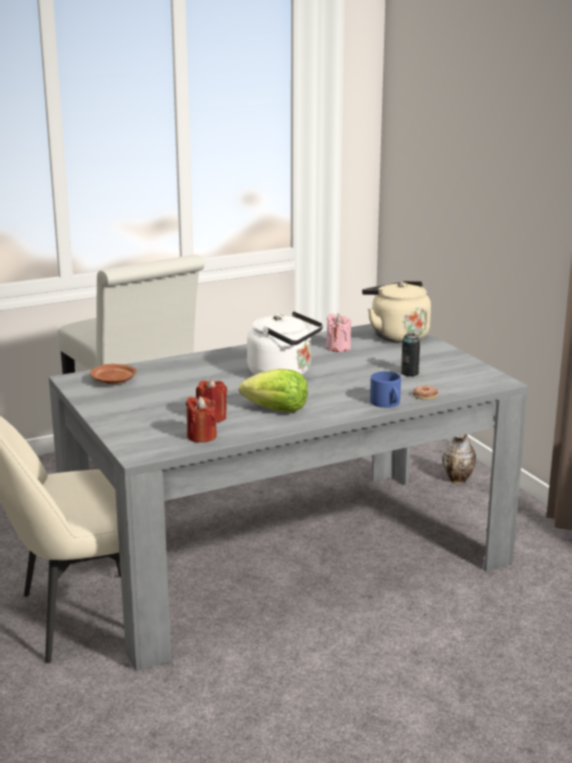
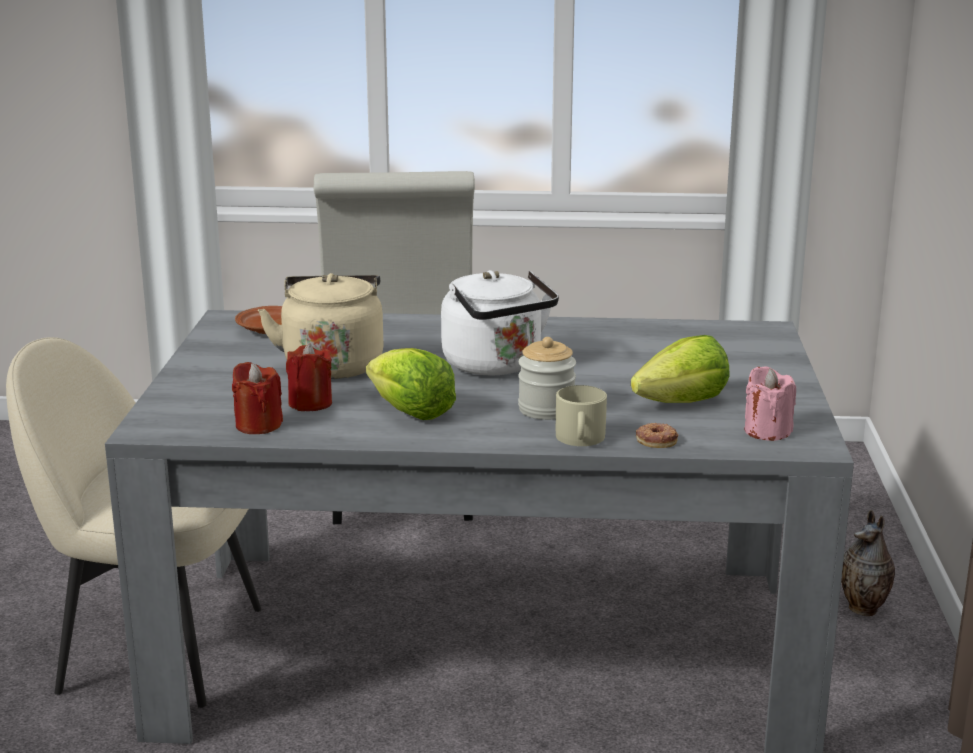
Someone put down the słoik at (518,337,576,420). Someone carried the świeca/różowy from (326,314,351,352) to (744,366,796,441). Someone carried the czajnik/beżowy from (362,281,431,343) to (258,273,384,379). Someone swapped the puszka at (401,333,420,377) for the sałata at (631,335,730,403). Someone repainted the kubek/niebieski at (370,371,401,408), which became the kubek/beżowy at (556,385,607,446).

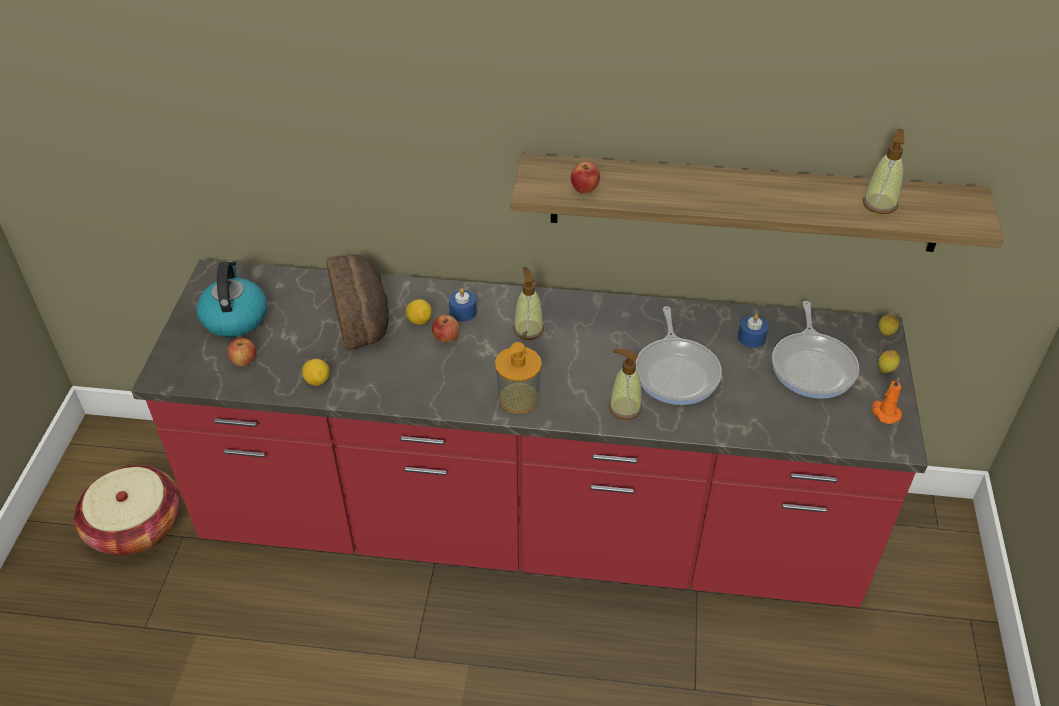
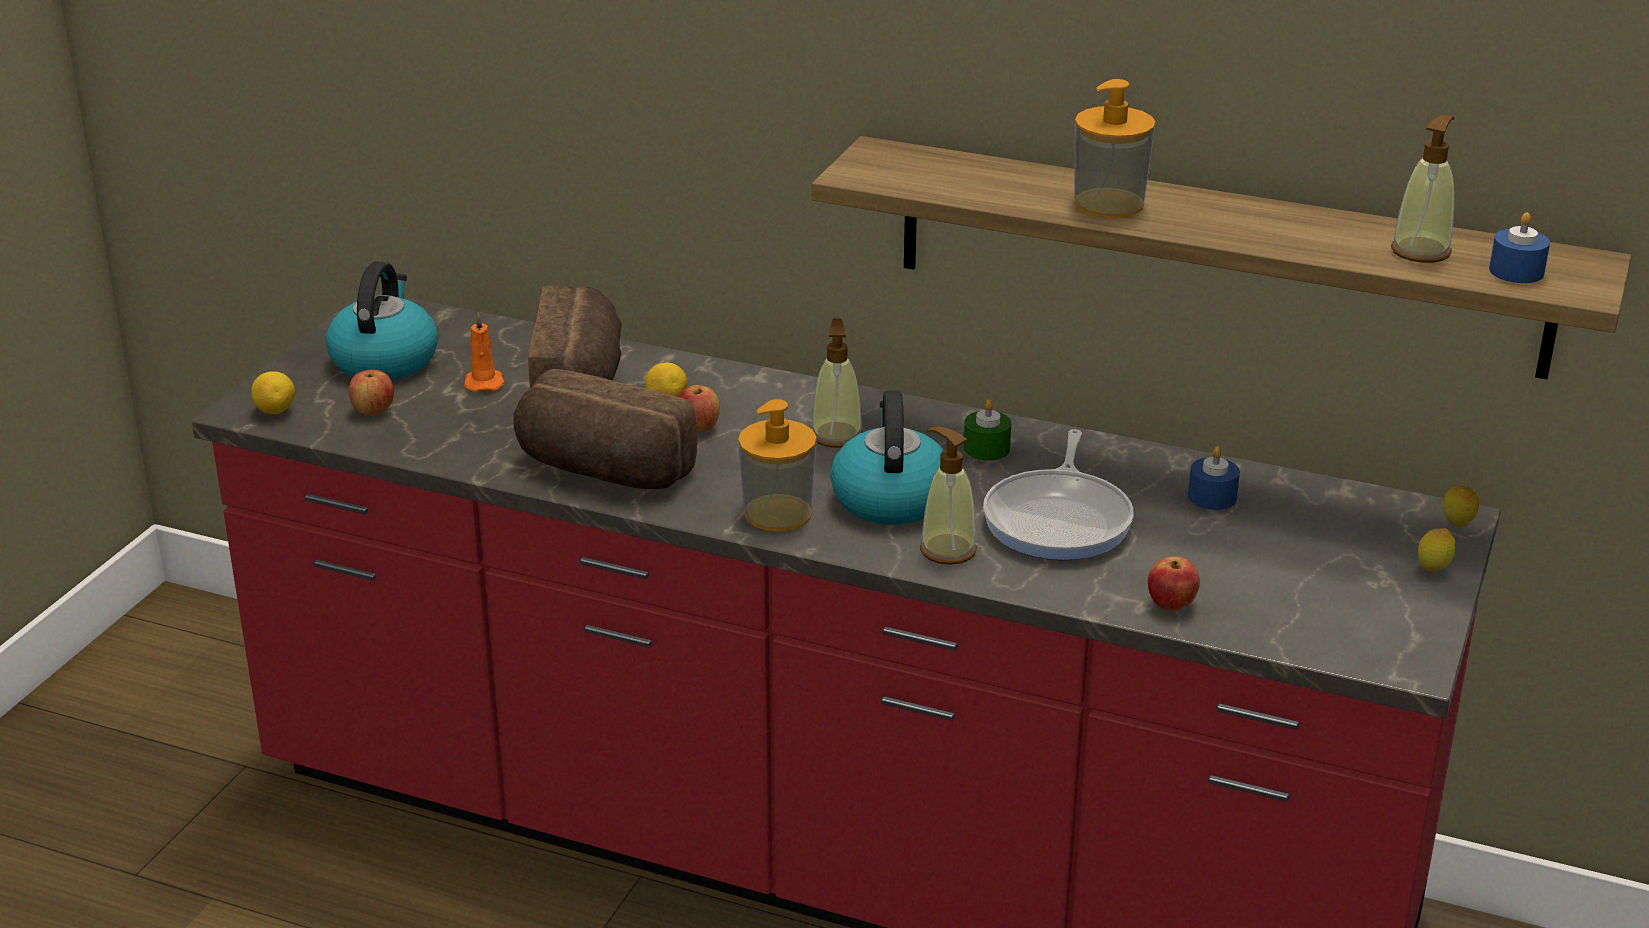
Someone took away the koszyk at (74,466,181,555). Someone took away the patelnia at (772,301,859,398). Someone put down the chleb at (513,369,697,489). Someone put down the czajnik at (830,390,944,525). Someone put down the świeca/zielony at (964,399,1012,461). Someone put down the dozownik mydła at (1074,79,1155,218). Someone carried the cytryna from (302,359,330,386) to (251,371,295,414). Someone carried the świeca/niebieski from (449,288,477,322) to (1489,212,1550,283). Someone carried the jabłko from (571,162,600,194) to (1148,556,1200,611). Someone carried the świeca/pomarańczowy from (872,377,902,424) to (464,312,505,392).

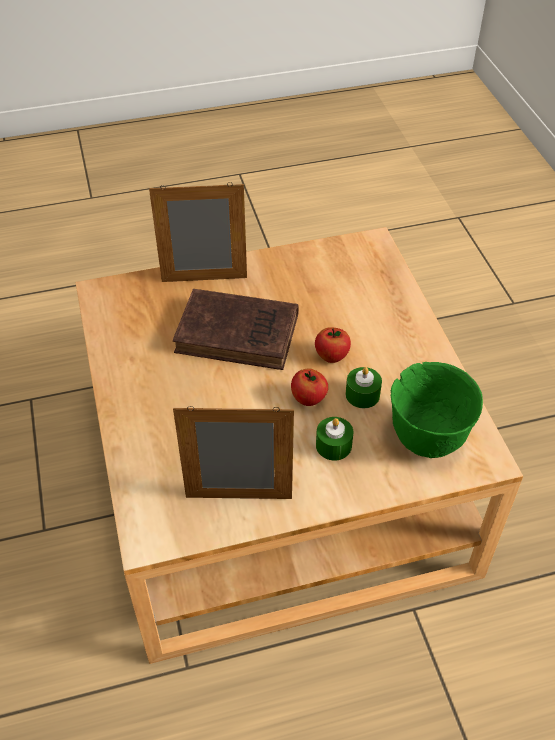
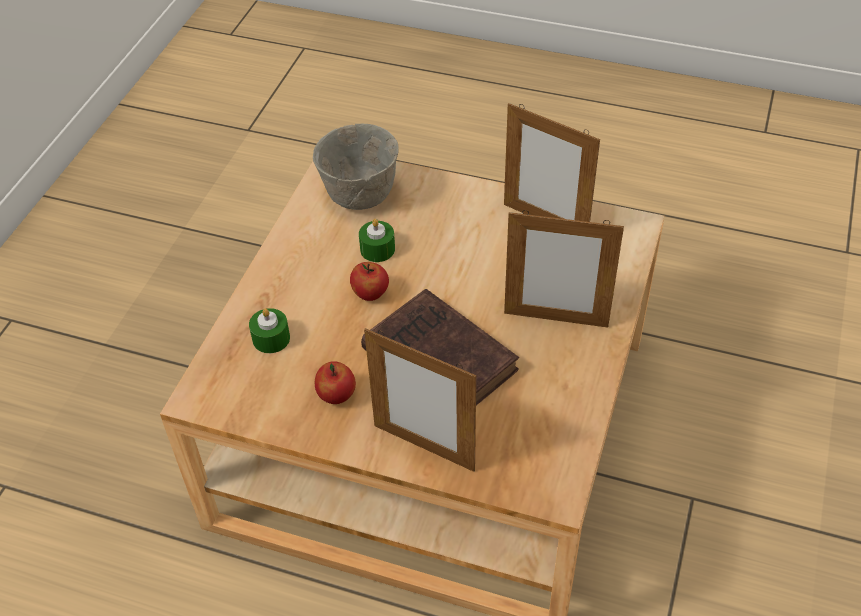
Someone put down the ramka na zdjęcie at (504,210,624,328). Someone carried the jabłko from (291,368,328,406) to (315,361,356,404). Someone carried the świeca/zielony from (316,417,353,461) to (249,308,290,353). Someone repainted the miska/zielony at (391,362,483,458), which became the miska/szary at (313,124,399,210).

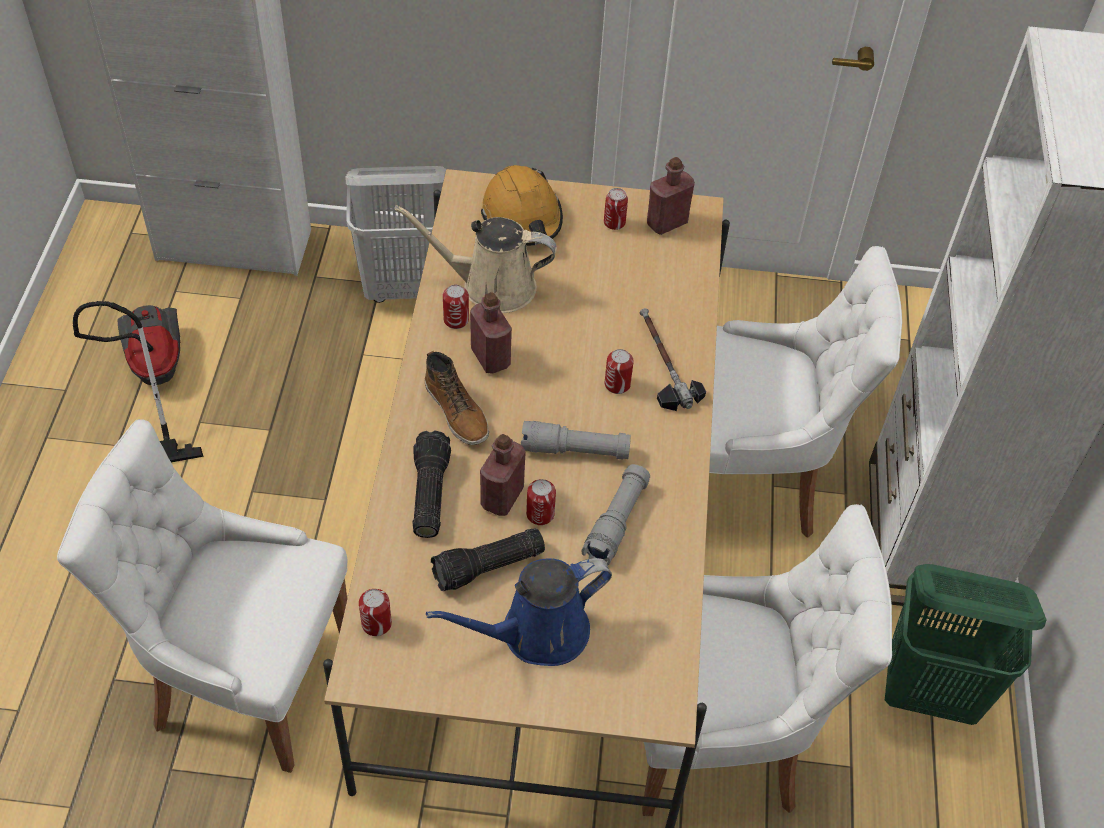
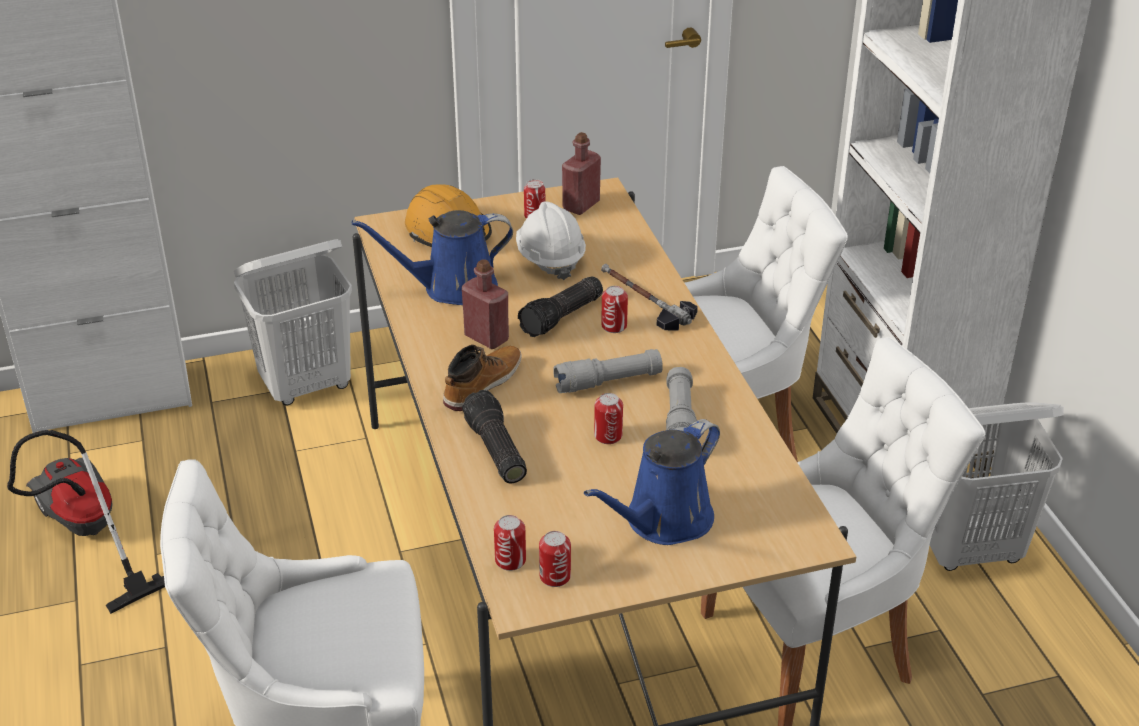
Someone took away the butelka/czerwony at (480,434,526,516). Someone put down the kask/biały at (516,202,586,280). Someone carried the latarka from (431,528,545,591) to (518,276,603,337). Someone carried the puszka from (443,285,469,329) to (539,531,571,587). Someone repainted the konewka/beżowy at (394,205,557,313), which became the konewka/niebieski at (352,210,513,305). Someone repainted the kosz na pranie/zielony at (885,564,1047,725), which became the kosz na pranie/biały at (930,402,1064,571). Someone rotated the but z cholewką at (425,351,489,445) by 90 degrees counterclockwise.

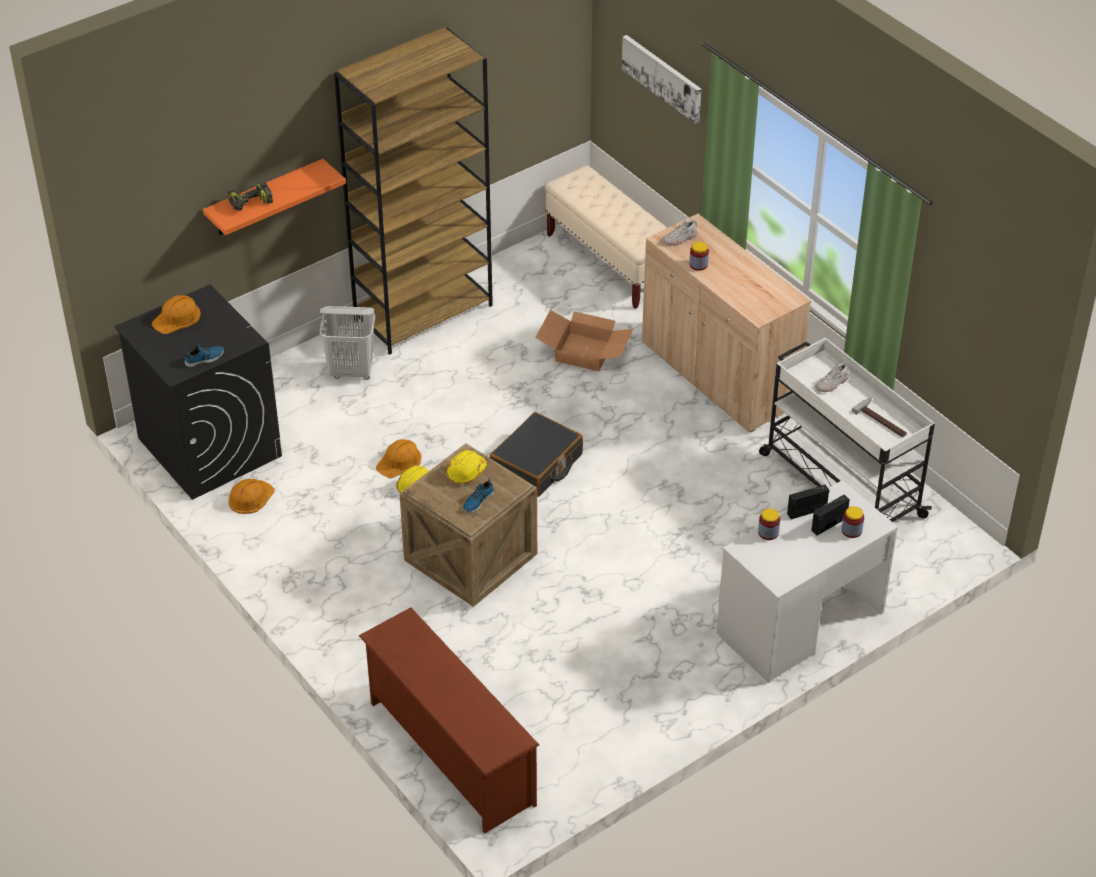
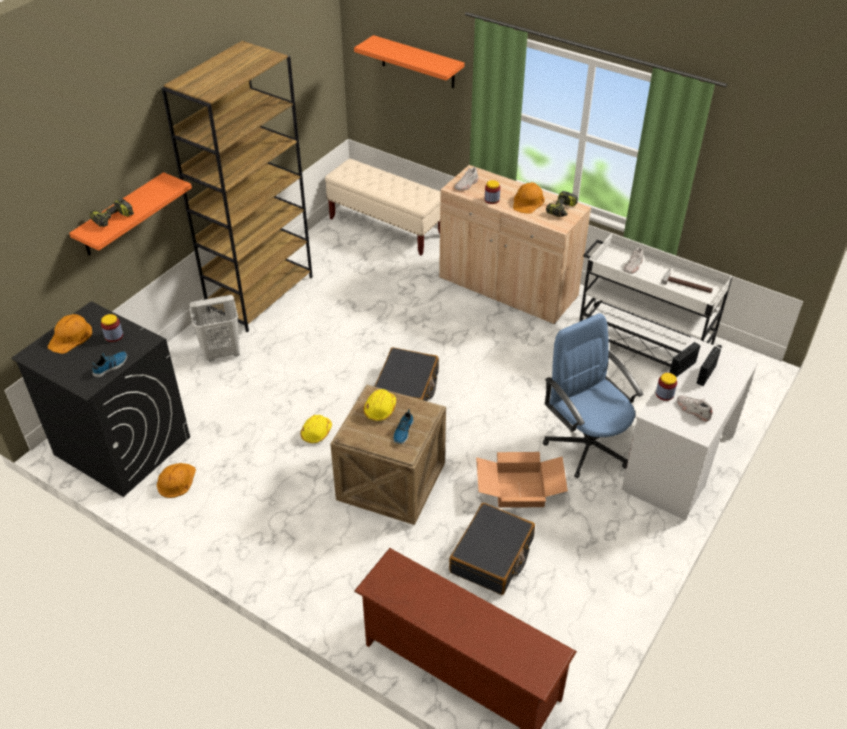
Someone put down the walizka/czarny at (449,503,535,595). Someone put down the krzesło biurowe/niebieski at (543,313,643,478). Someone put down the wiertarka at (546,191,578,217). Someone put down the but/biały at (677,395,713,422). Someone carried the kask/pomarańczowy from (376,439,422,478) to (513,182,545,214). Someone carried the karton from (535,310,633,371) to (476,452,568,508). Someone carried the słoik from (842,506,864,538) to (101,314,123,342). Someone swapped the obraz at (622,35,701,124) for the półka/pomarańczowy at (354,35,465,88).

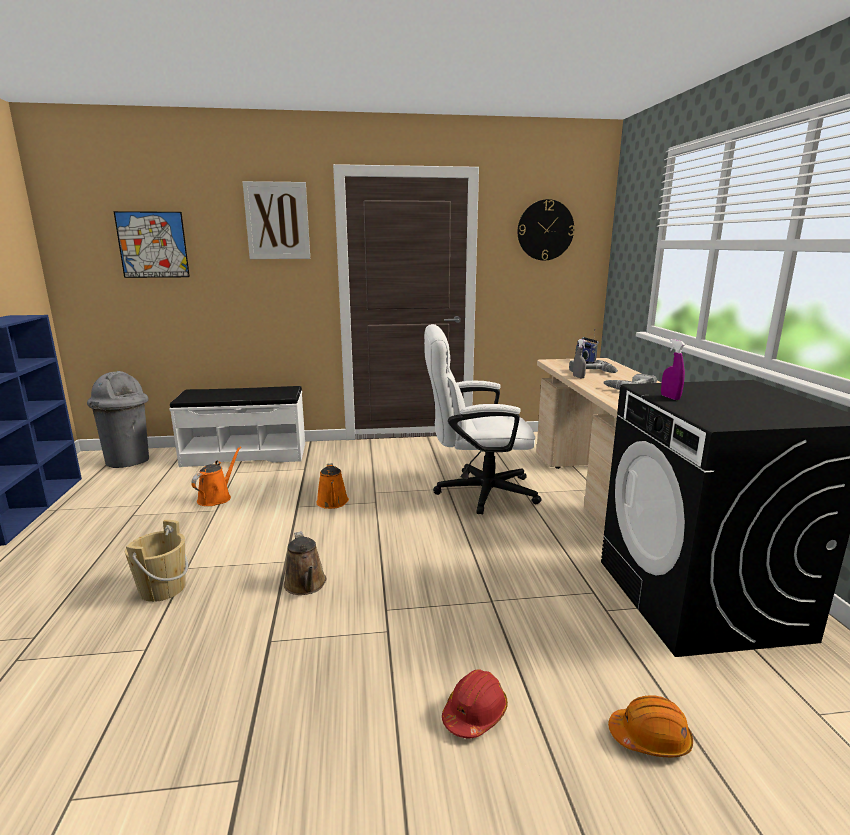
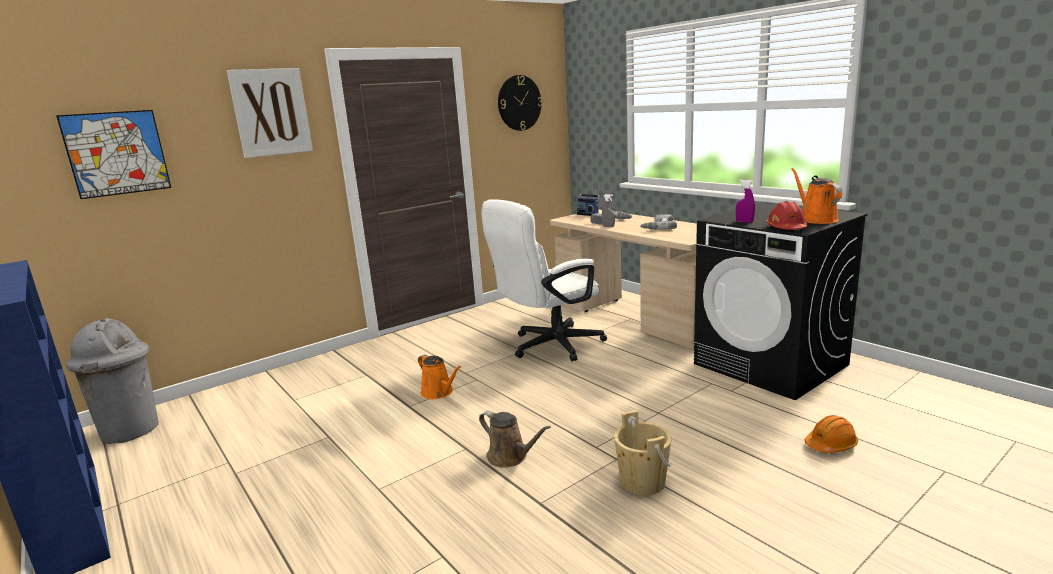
Someone took away the ławka/biały at (169,386,305,467). Someone carried the wiadro/beżowy from (125,520,188,602) to (614,410,672,496). Someone carried the konewka/pomarańczowy from (191,446,241,506) to (791,168,842,224). Someone carried the kask/czerwony from (442,669,508,739) to (767,201,807,230).

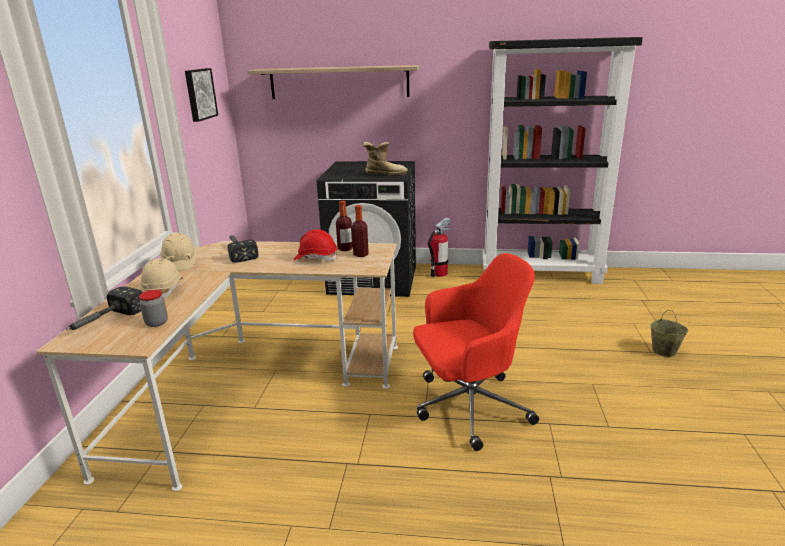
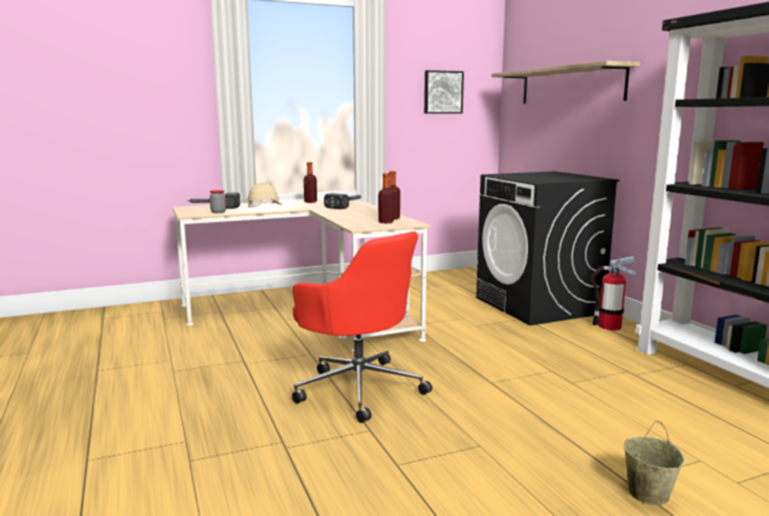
Someone took away the kask/czerwony at (294,229,338,261). Someone took away the but z cholewką at (363,142,408,176). Someone swapped the kask/beżowy at (160,233,196,271) for the butelka at (304,162,317,203).

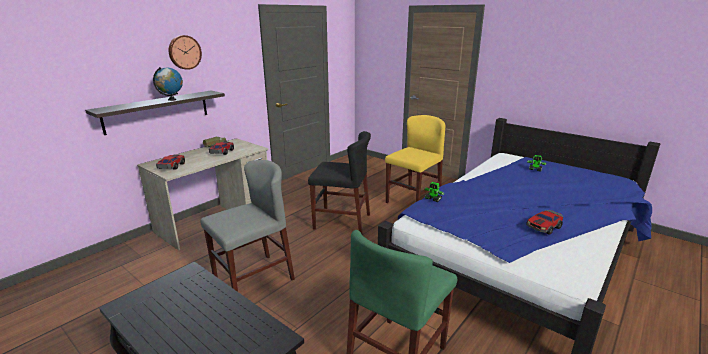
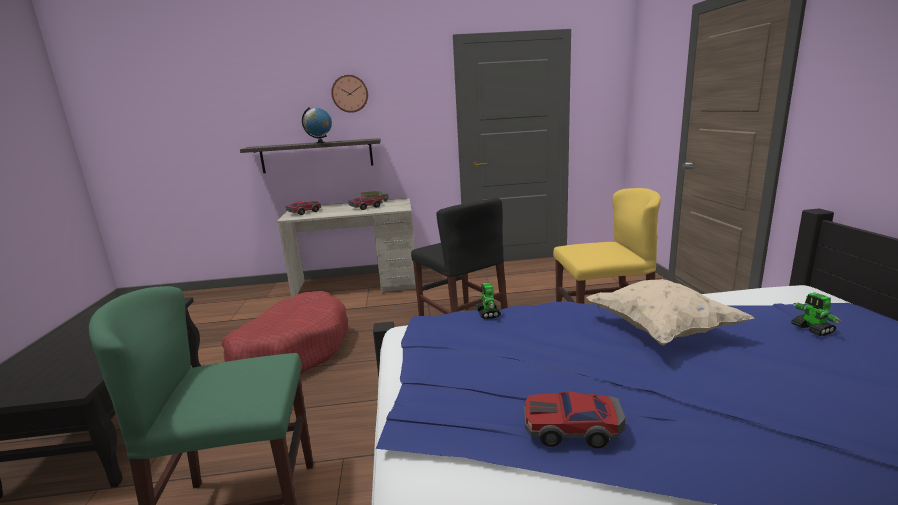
Someone put down the poduszka/beżowy at (586,279,754,346). Someone swapped the krzesło/szary at (201,160,295,292) for the legowisko/czerwony at (222,291,348,374).

